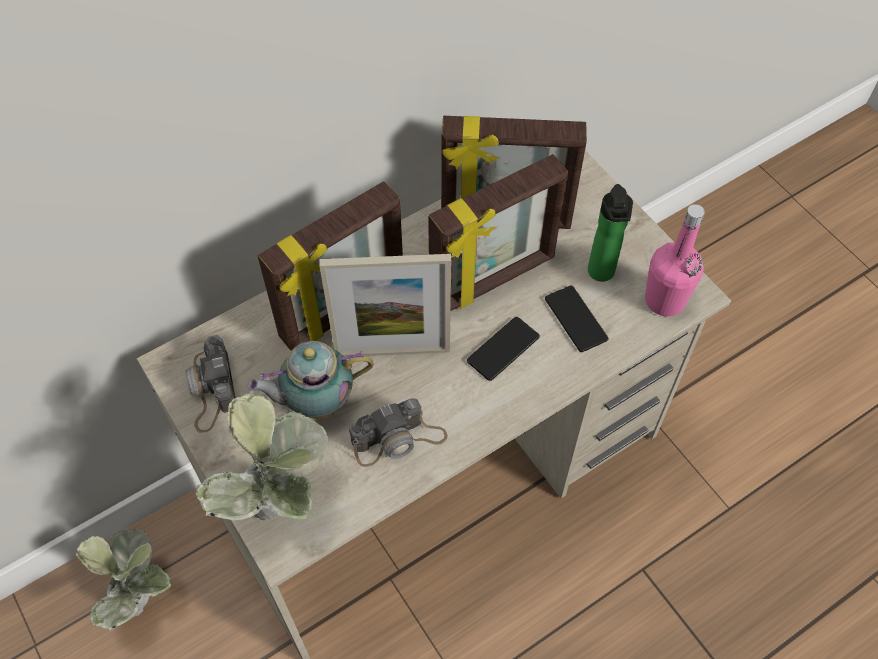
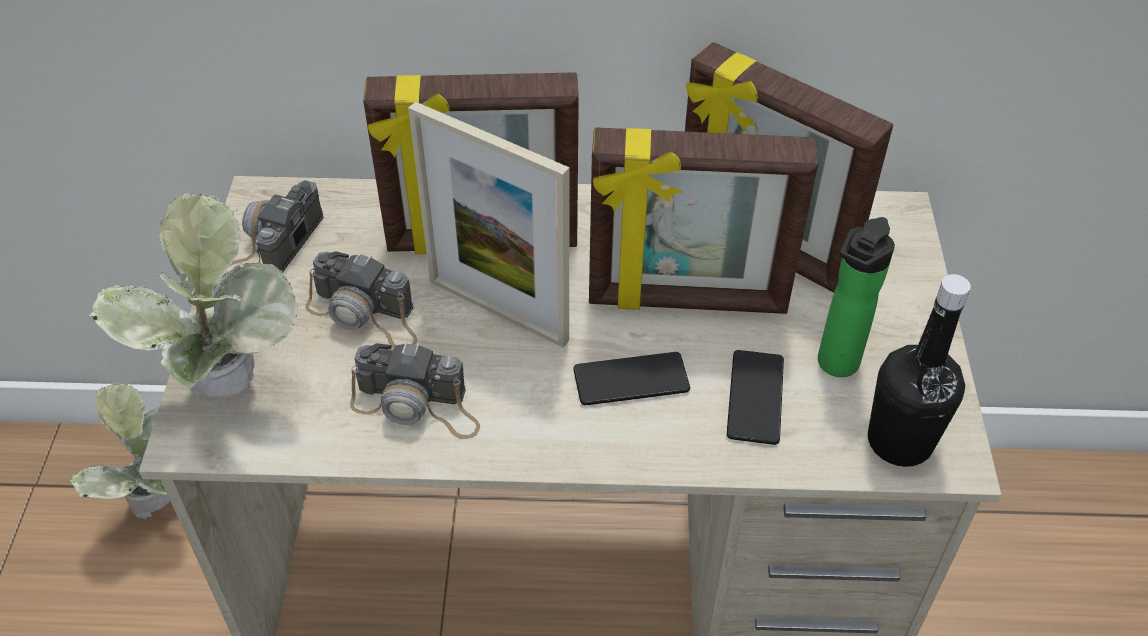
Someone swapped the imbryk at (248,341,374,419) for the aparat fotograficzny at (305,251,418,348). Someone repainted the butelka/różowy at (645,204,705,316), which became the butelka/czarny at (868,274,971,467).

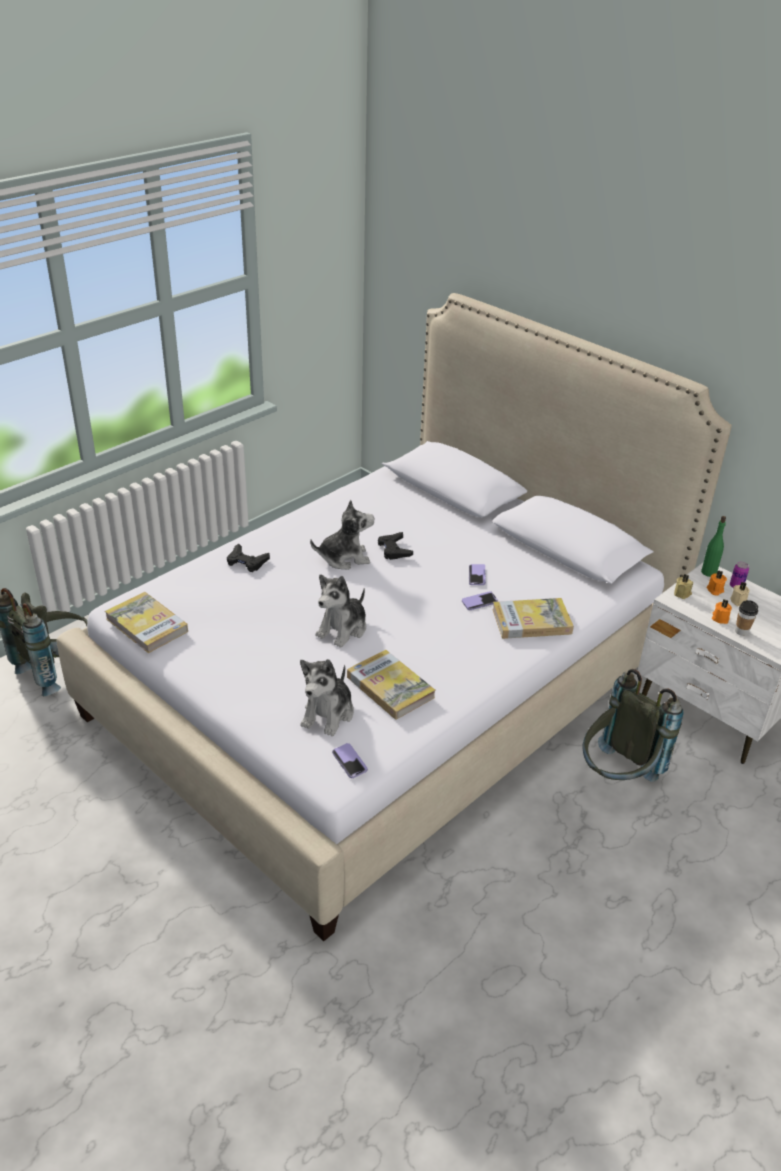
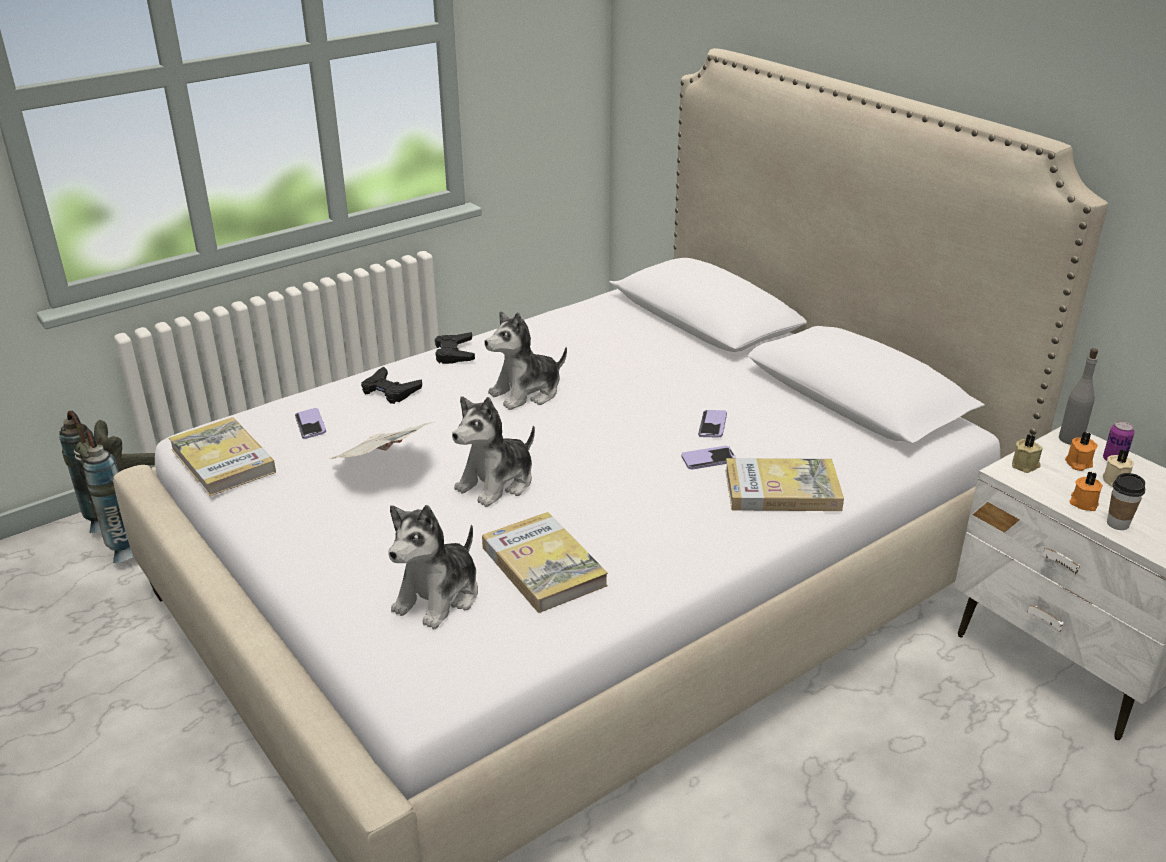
Someone took away the plecak/szary at (582,669,684,781). Someone put down the gazeta at (329,422,433,459). Someone carried the telefon from (332,743,368,778) to (295,408,326,439). Someone carried the pad do gier/czarny from (378,532,413,560) to (435,332,475,364). Someone repainted the butelka/zielony at (701,516,726,577), which became the butelka/szary at (1059,348,1098,445). Someone rotated the pluszak at (310,500,375,570) by 150 degrees clockwise.

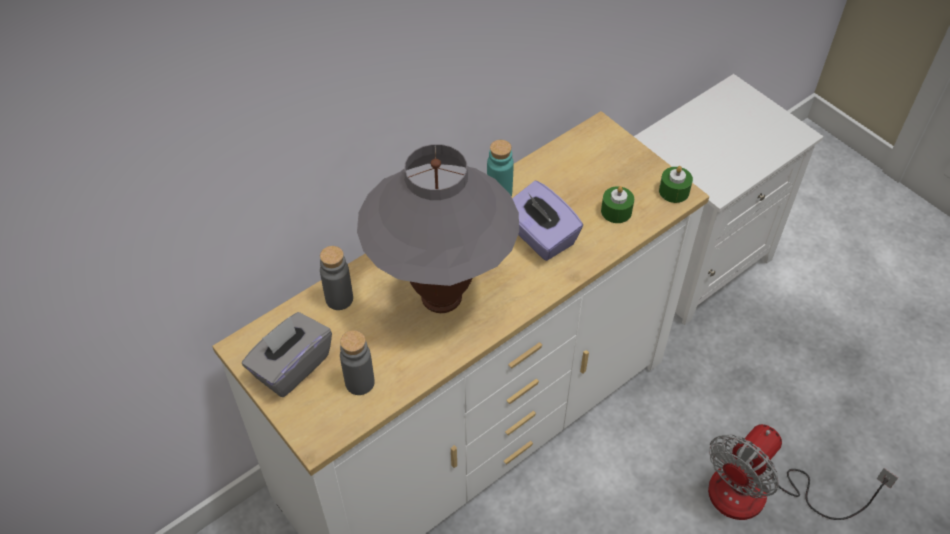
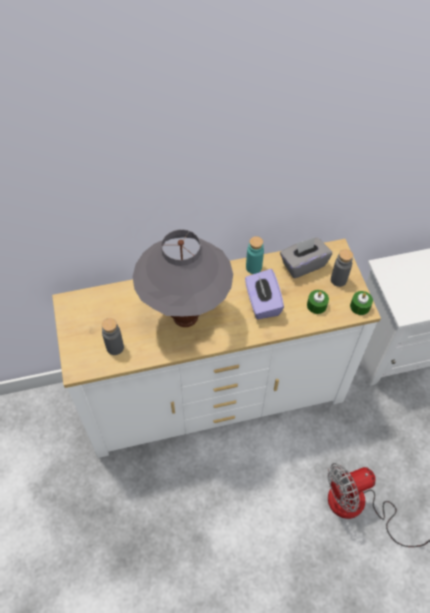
Someone carried the pudełko chusteczek/szary from (242,312,332,397) to (280,237,332,278). Someone carried the butelka/szary from (320,246,353,310) to (331,249,353,287).

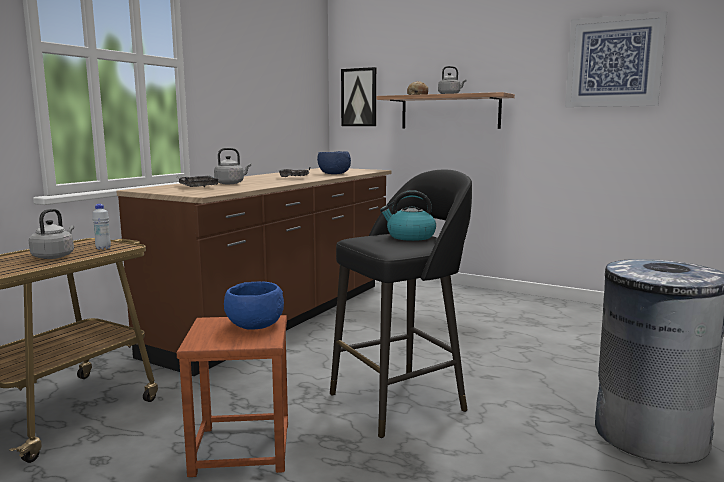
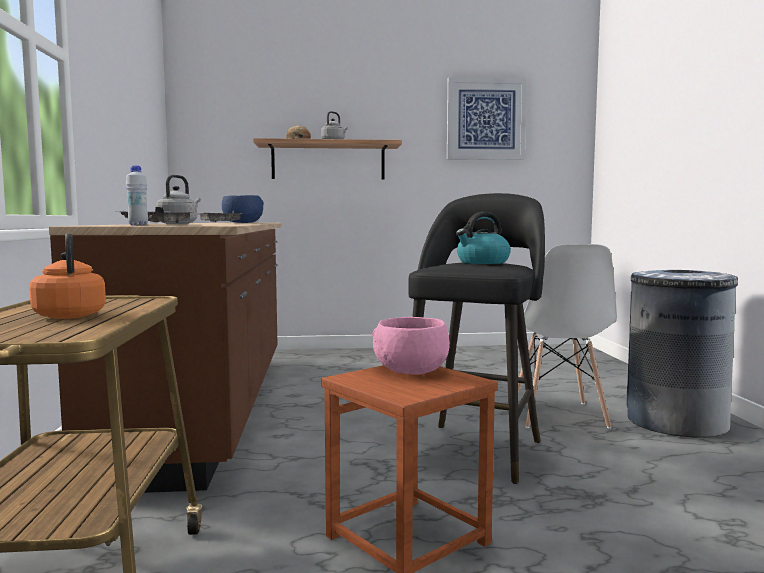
Someone took away the obraz at (341,67,376,126). Someone put down the krzesło/biały at (518,244,617,429). Someone carried the butelka/biały from (92,204,111,250) to (126,165,148,225). Someone repainted the czajnik/szary at (29,209,74,259), which became the czajnik/pomarańczowy at (29,233,106,319). Someone repainted the miska/niebieski at (224,281,284,330), which became the miska/różowy at (372,317,450,375).

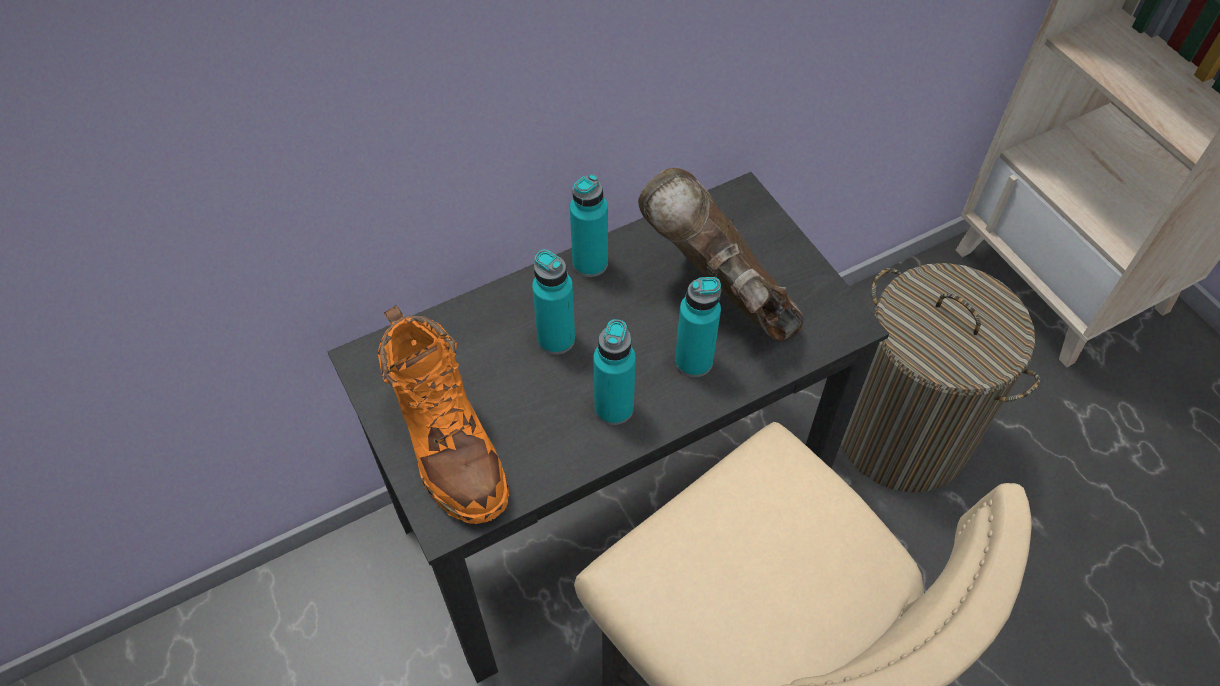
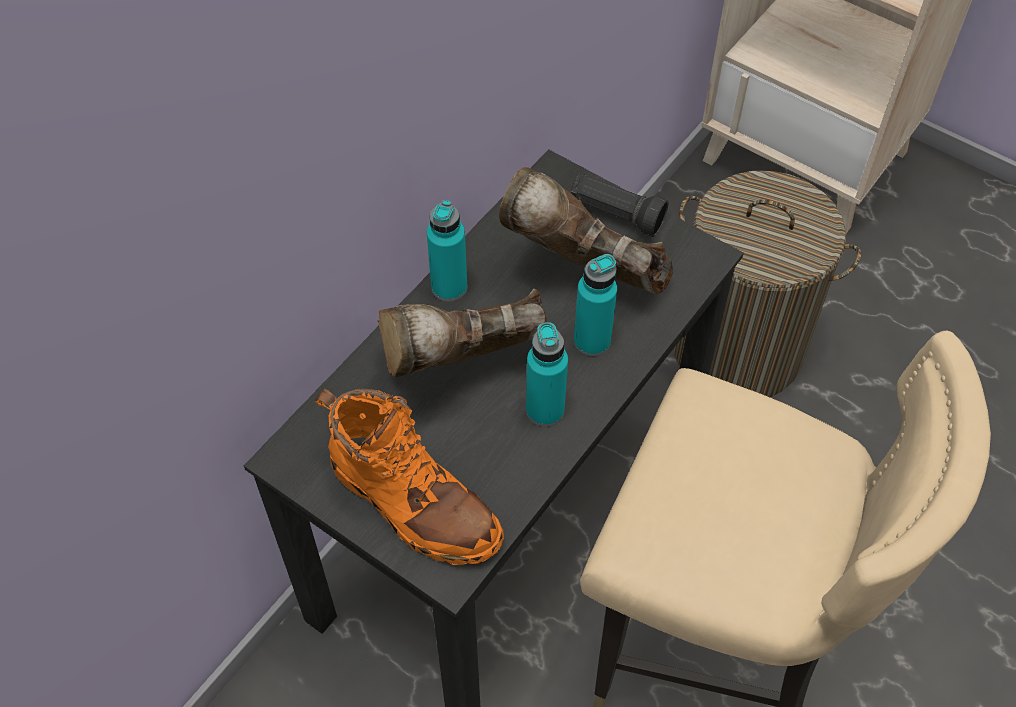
Someone put down the latarka/czarny at (570,173,669,237). Someone swapped the butelka/turkusowy at (532,249,575,355) for the but z cholewką/brązowy at (378,288,547,377).

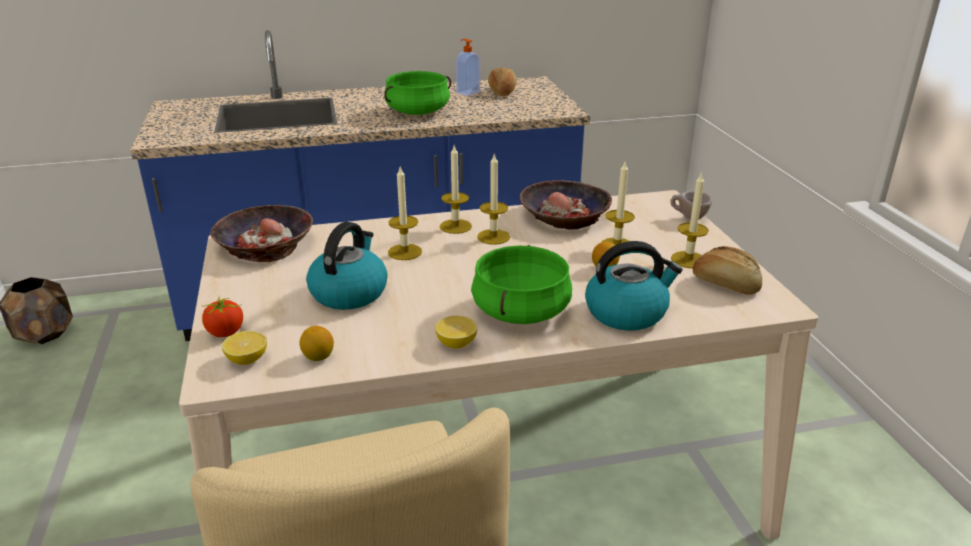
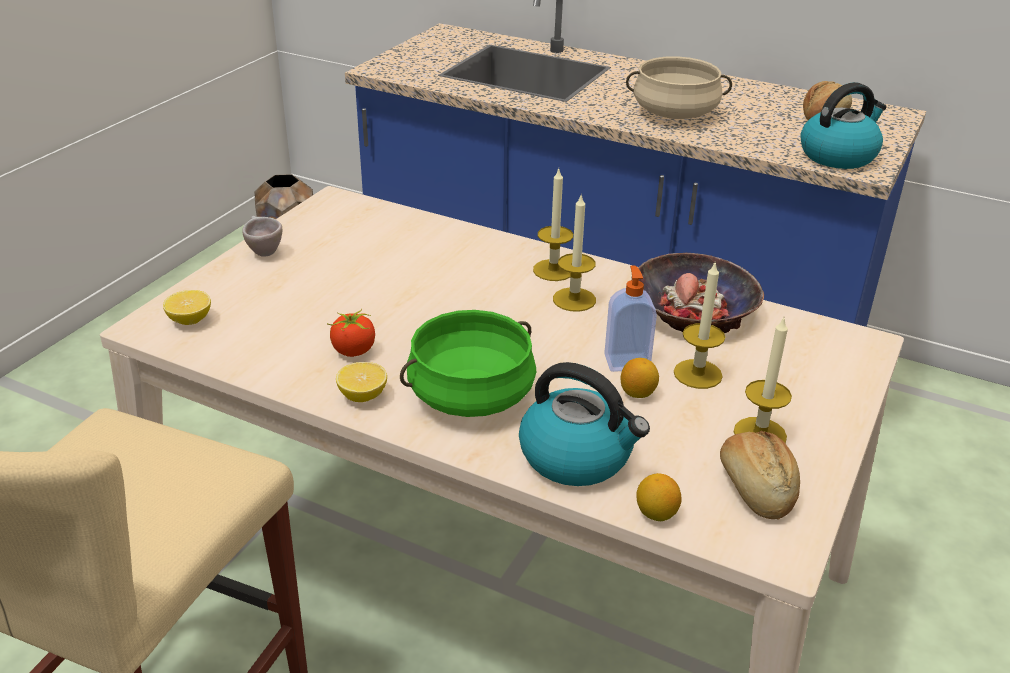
Someone took away the miska at (210,205,313,262). Someone took away the świeca at (388,167,422,260). Someone carried the pomidor from (201,298,243,337) to (327,308,375,357). Someone carried the cytryna from (299,326,334,361) to (636,473,682,521). Someone carried the czajnik from (306,222,388,310) to (800,82,887,169). Someone carried the dozownik mydła from (456,39,480,96) to (604,265,657,372). Someone carried the filiżanka/beżowy from (670,191,712,220) to (242,216,282,257). Someone repainted the garnek/zielony at (384,71,451,115), which became the garnek/beżowy at (626,56,732,119).

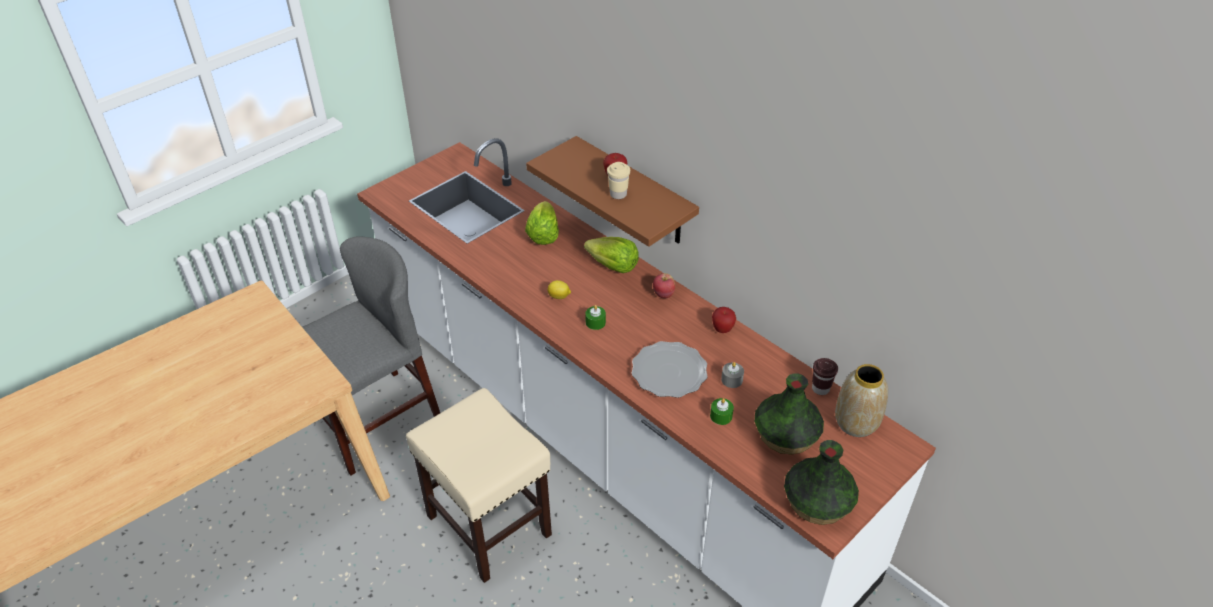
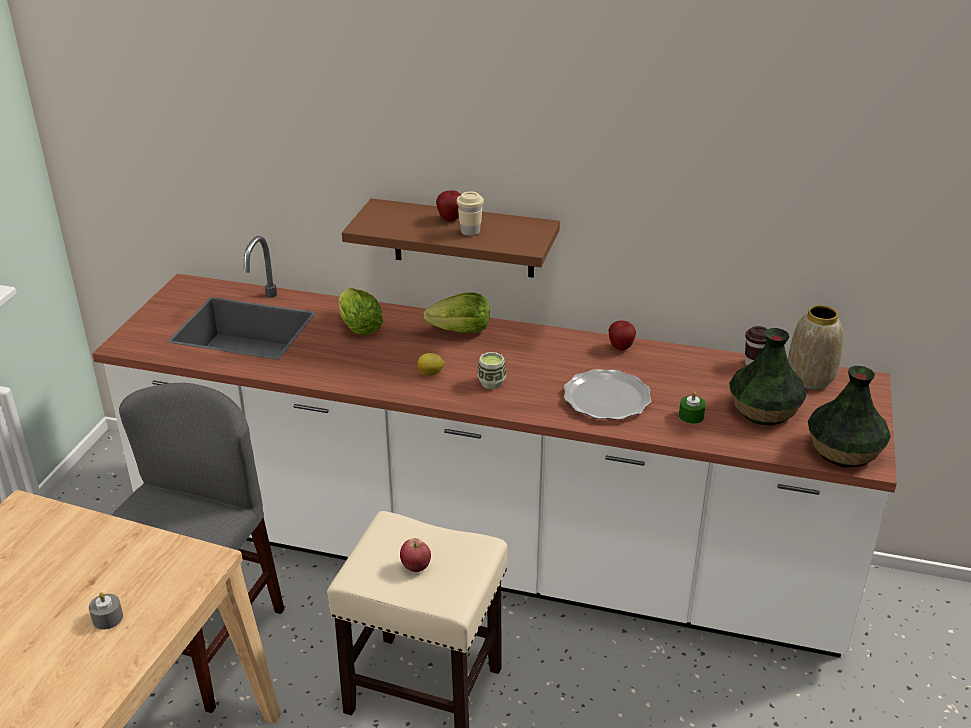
Someone carried the jabłko from (653,273,675,298) to (400,538,431,572). Someone carried the świeca/szary from (721,362,744,388) to (89,592,123,629). Someone swapped the świeca/zielony at (585,305,606,330) for the filiżanka at (477,352,506,389).

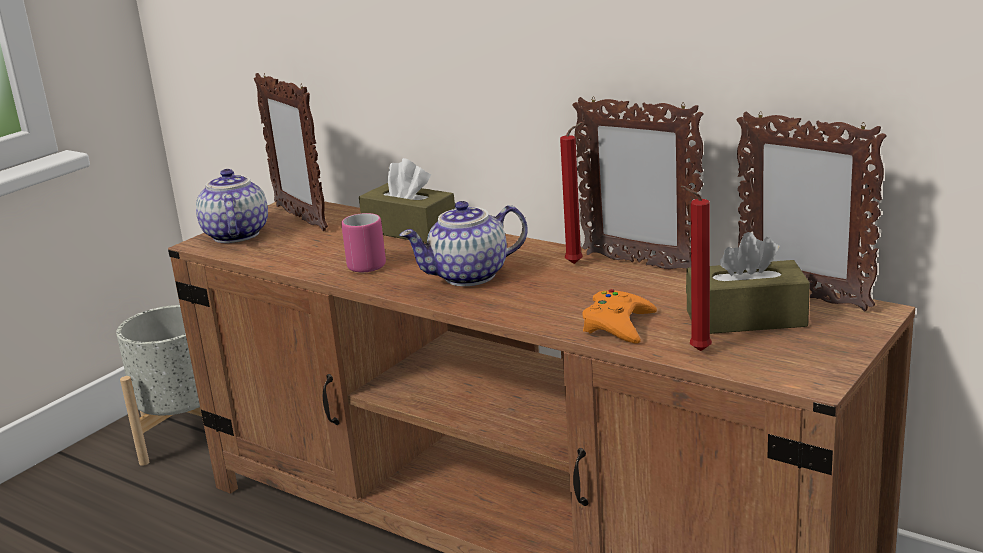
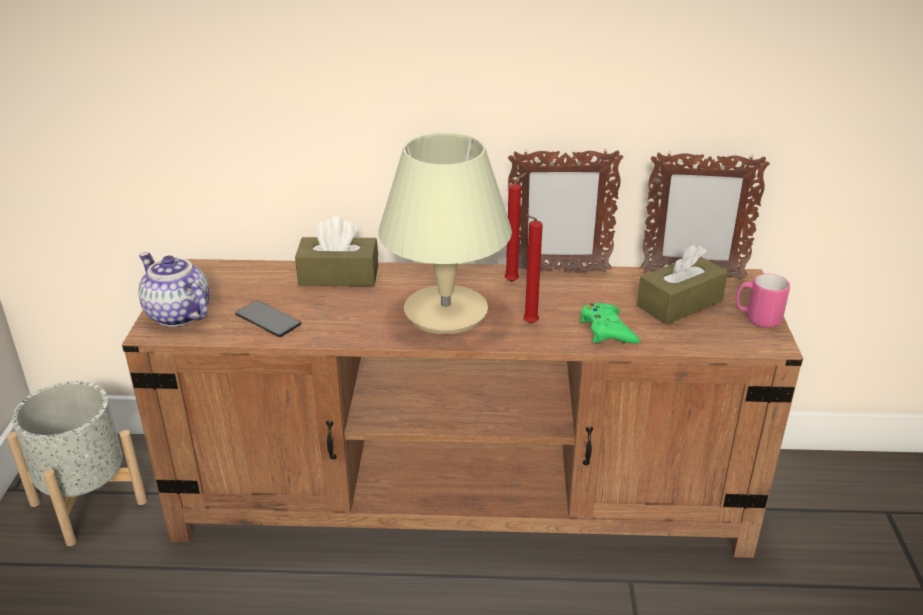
Someone took away the ramka na zdjęcie at (254,73,328,231). Someone put down the telefon at (235,300,301,337). Someone carried the kubek/różowy from (341,213,386,272) to (736,274,790,328). Someone carried the świeca/czerwony from (681,186,712,351) to (524,215,543,323). Someone swapped the imbryk at (399,201,528,286) for the lampa stołowa/beżowy at (378,133,512,334). Someone repainted the pad do gier/pomarańczowy at (583,289,657,343), which became the pad do gier/zielony at (580,303,640,344).

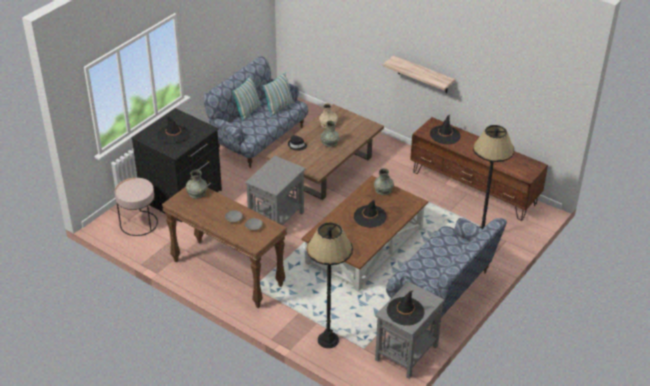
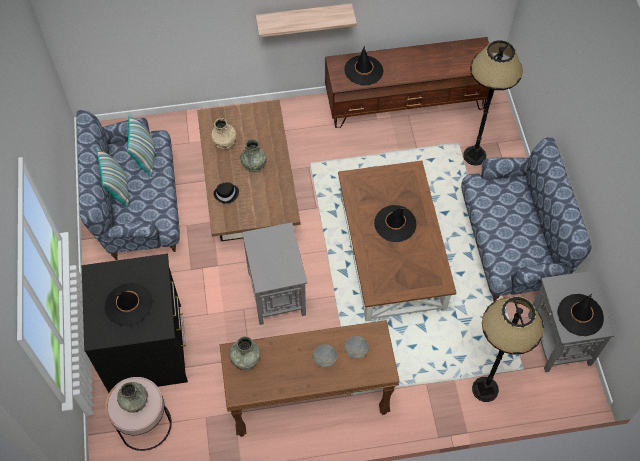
Someone carried the wazon/szary from (374,168,394,195) to (117,382,148,413).

